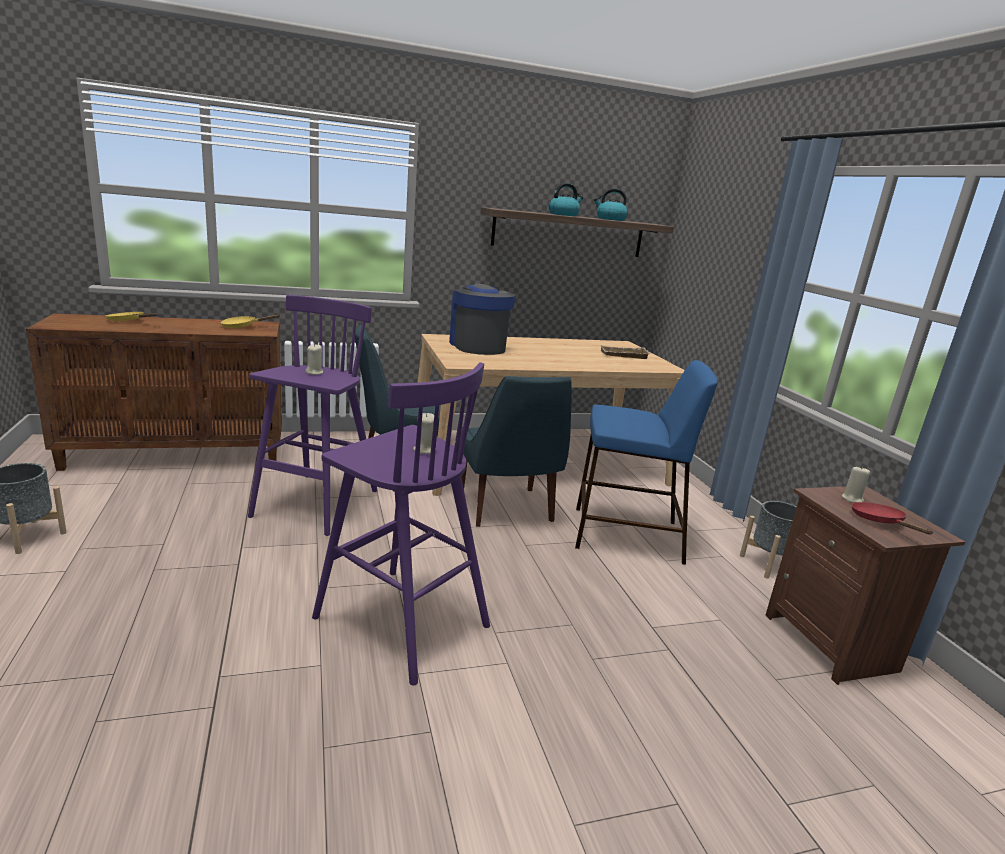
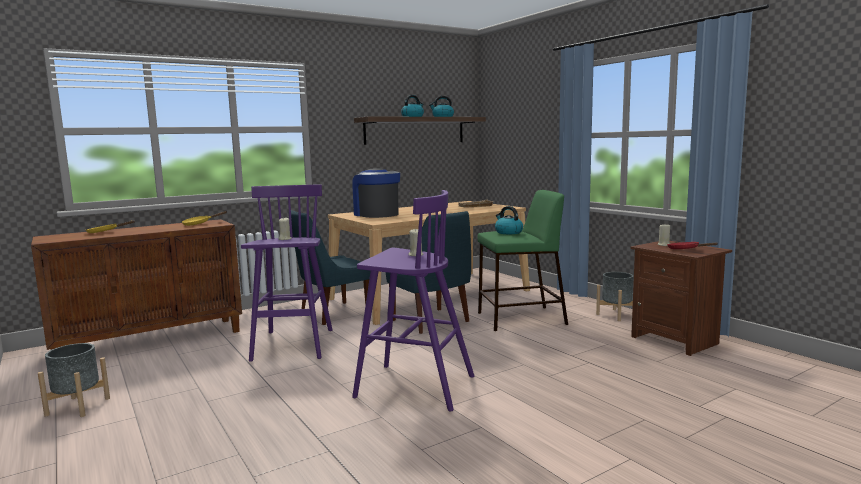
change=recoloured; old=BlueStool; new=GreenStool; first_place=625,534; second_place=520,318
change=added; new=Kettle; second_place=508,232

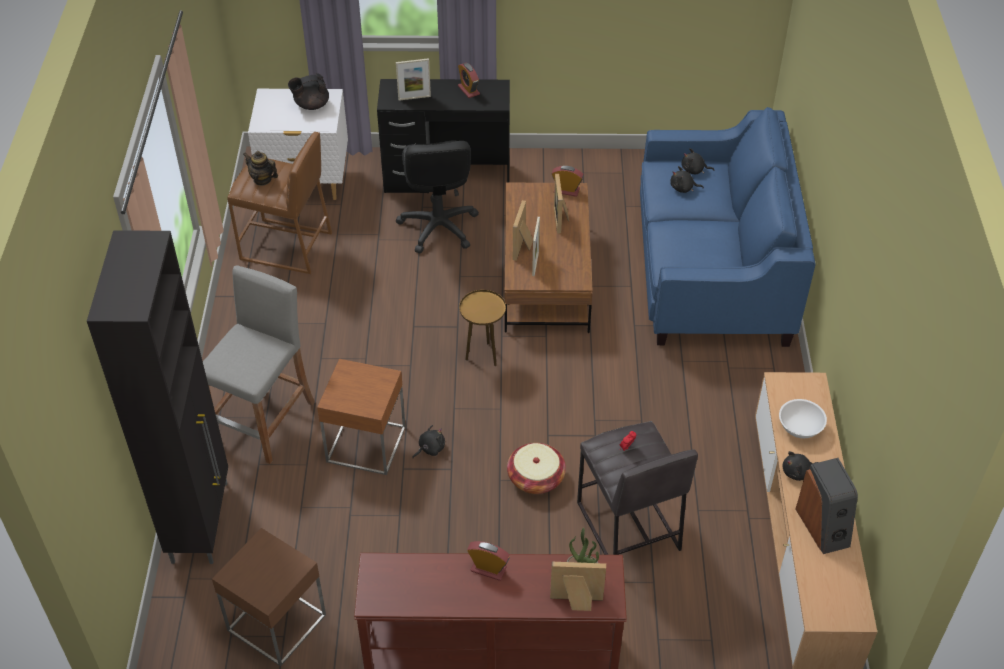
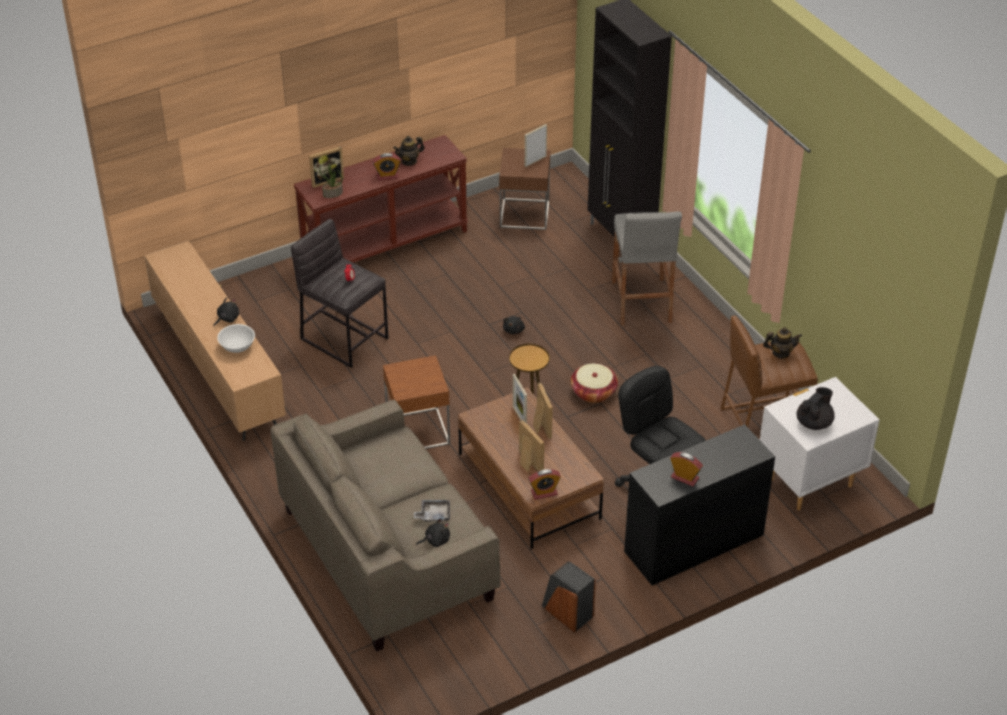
change=moved; old=PictureFrame; first_place=414,98; second_place=535,161
change=recoloured; old=BlueSofa; new=BeigeSofa; first_place=712,271; second_place=387,553
change=replaced; old=BlackPlushToy; new=GreyTray; first_place=683,188; second_place=434,515
change=moved; old=BrownSideTable; first_place=366,444; second_place=418,431
change=moved; old=Basket; first_place=536,478; second_place=593,392
change=moved; old=Speaker; first_place=823,526; second_place=567,612
change=added; new=Teapot; second_place=409,161

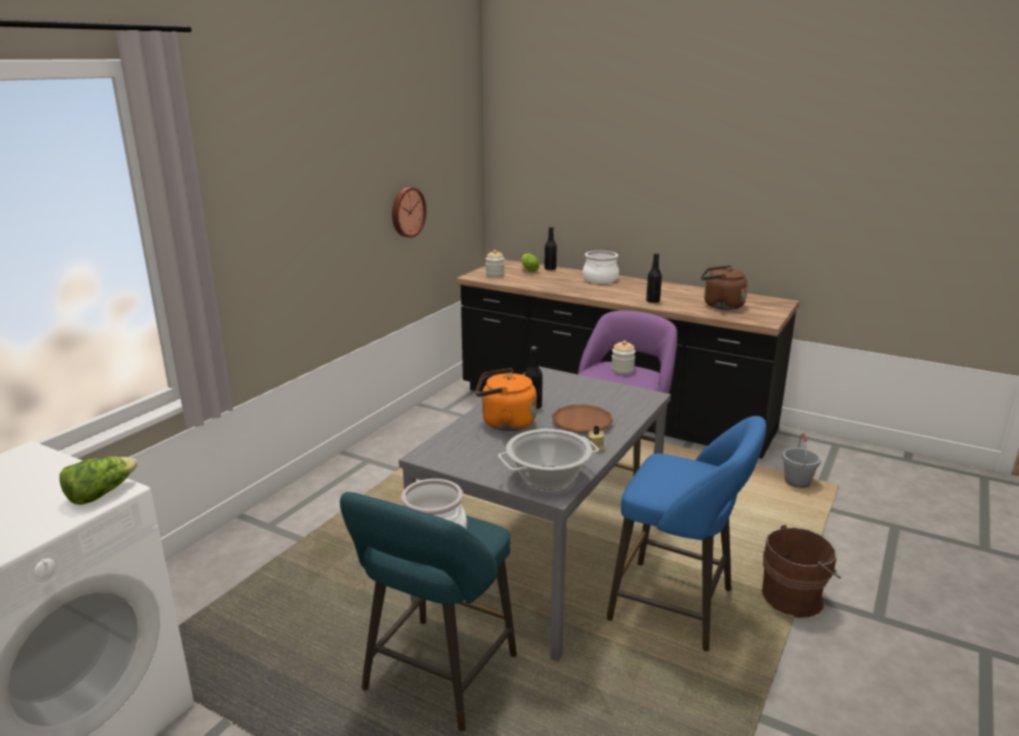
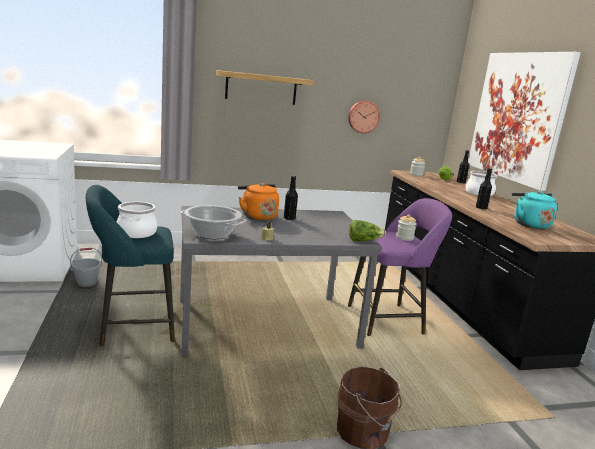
change=recoloured; old=BrownKettle; new=TurquoiseKettle; first_place=720,305; second_place=529,224
change=removed; old=BrownPlate; first_place=582,423
change=removed; old=BlueStool; first_place=678,607
change=moved; old=GreyBucket; first_place=797,482; second_place=87,284
change=moved; old=Lettuce; first_place=100,494; second_place=363,241
change=added; new=Picture; second_place=518,116
change=added; new=Shelf; second_place=261,88

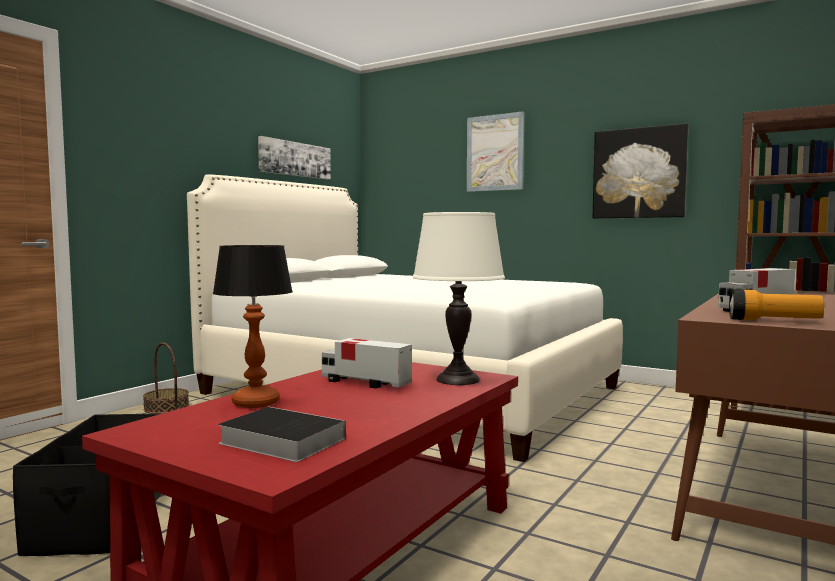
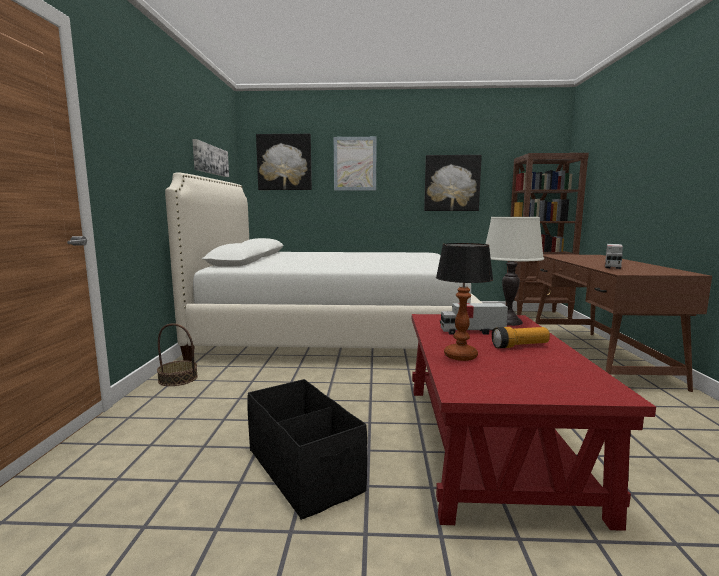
change=moved; old=Flashlight; first_place=773,321; second_place=520,346
change=removed; old=Book; first_place=278,440
change=added; new=Picture; second_place=284,162

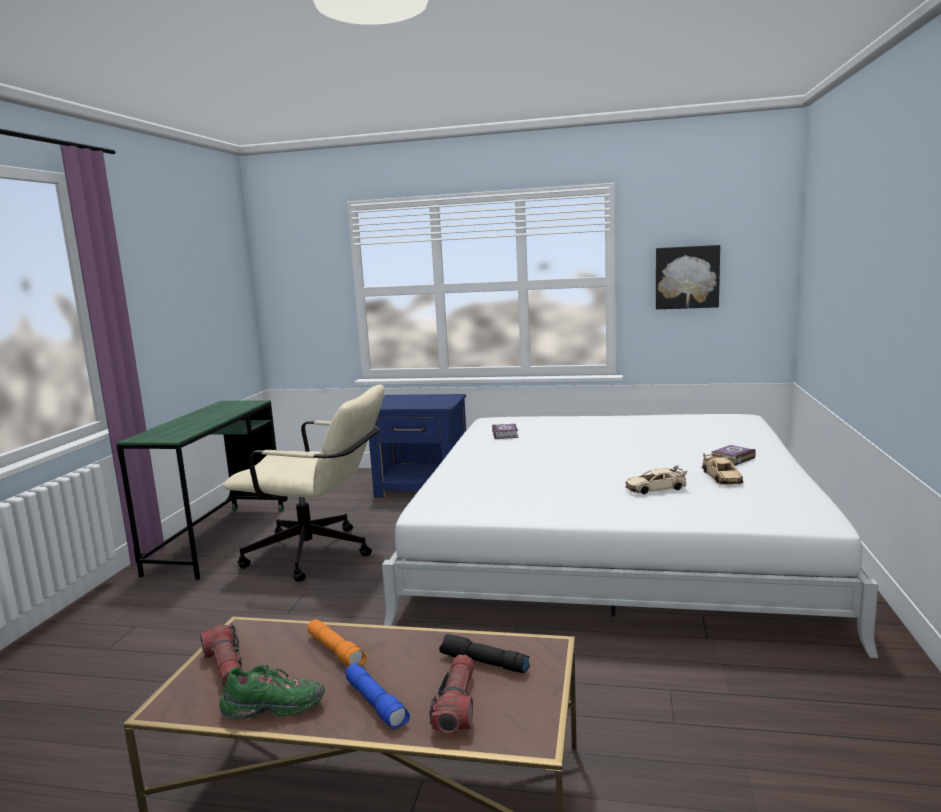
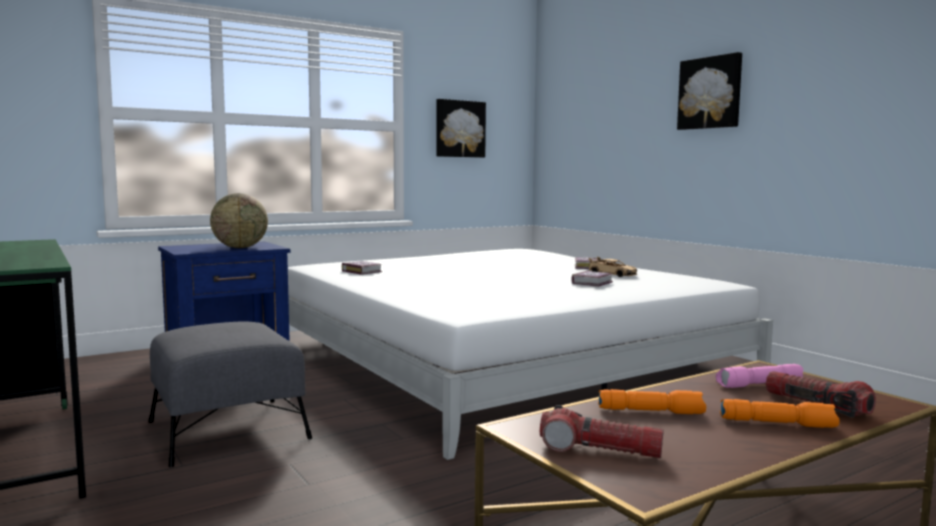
change=replaced; old=BeigeOfficeChair; new=GreyOttoman; first_place=319,555; second_place=227,430
change=replaced; old=BeigeToyCar; new=Book; first_place=656,488; second_place=593,282
change=recoloured; old=BlackFlashlight; new=PinkFlashlight; first_place=483,663; second_place=760,385
change=removed; old=GreenShoe; first_place=273,708
change=recoloured; old=BlueFlashlight; new=OrangeFlashlight; first_place=377,704; second_place=777,423
change=added; new=Picture; second_place=710,93
change=added; new=Globe; second_place=240,247

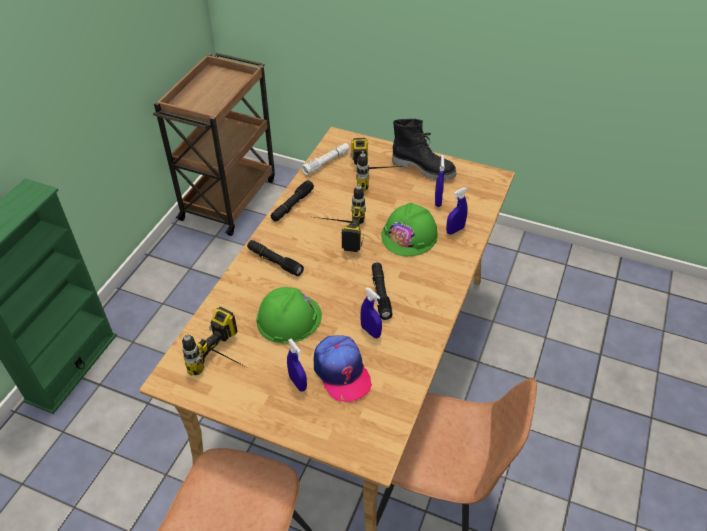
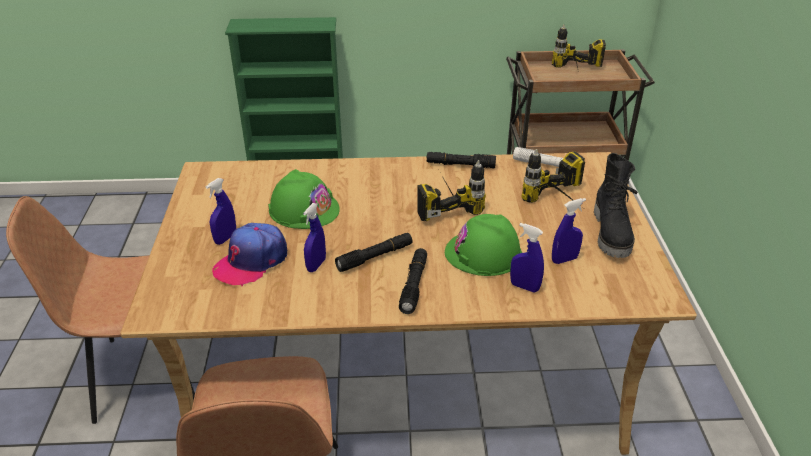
change=moved; old=BlackFlashlight; first_place=275,261; second_place=414,285
change=moved; old=PowerDrill; first_place=229,362; second_place=577,74

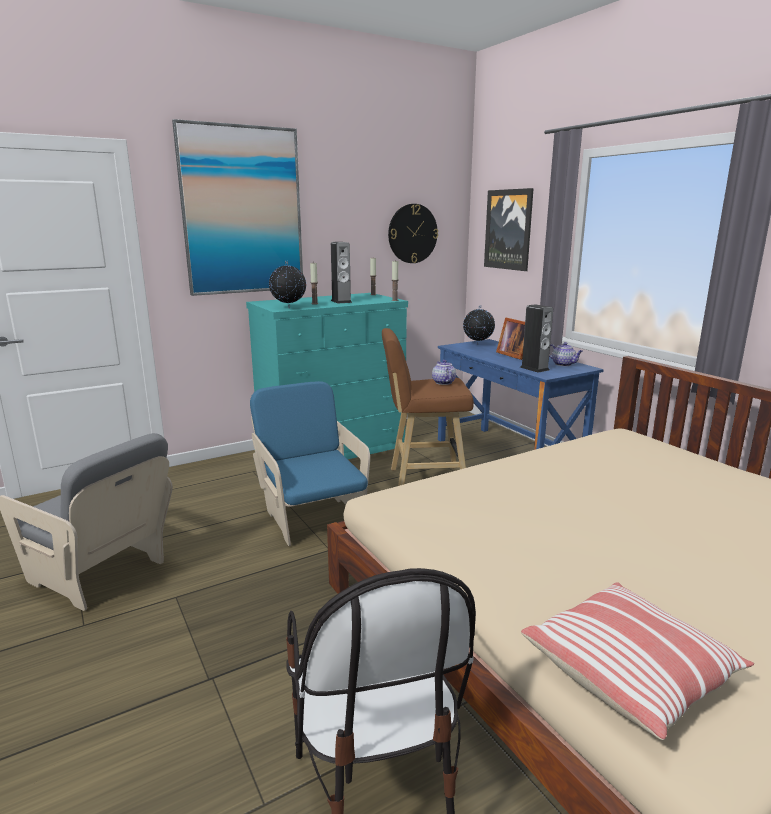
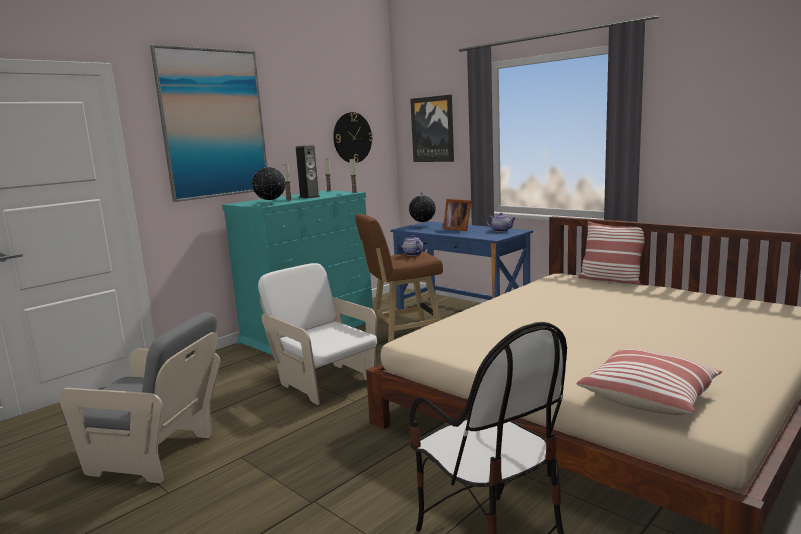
change=removed; old=Speaker; first_place=534,368
change=recoloured; old=BlueArmchair; new=WhiteArmchair; first_place=311,517; second_place=324,382
change=added; new=Pillow; second_place=610,280

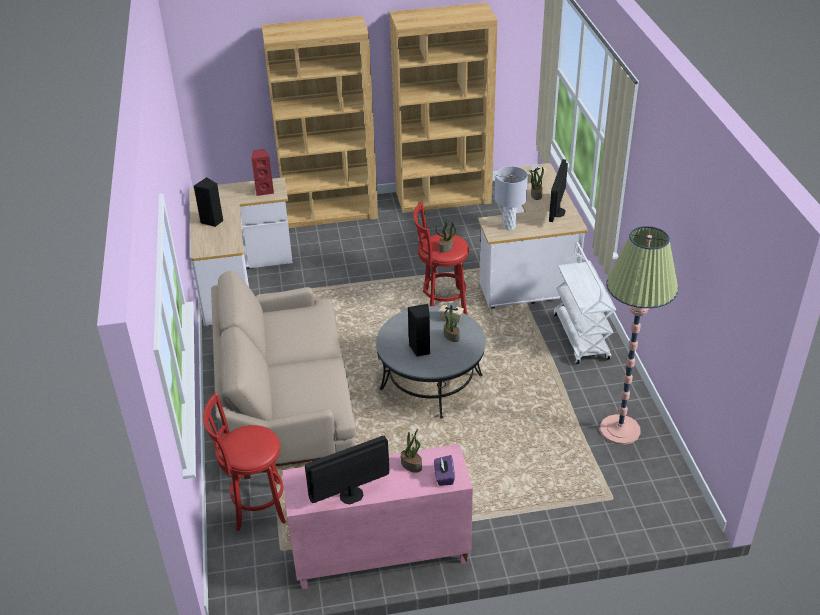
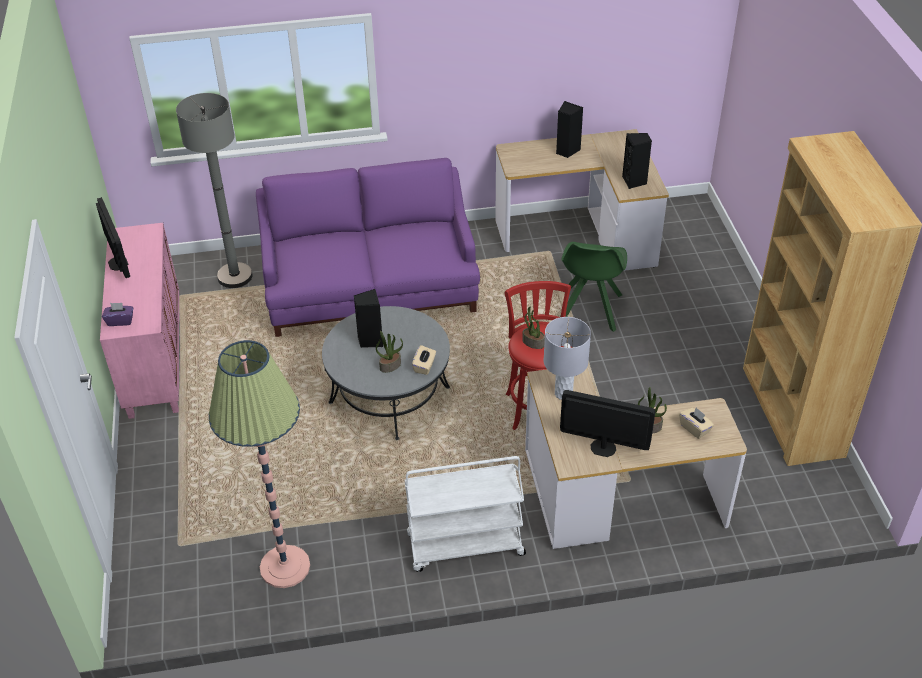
change=removed; old=BrownBookcase; first_place=331,212
change=recoloured; old=RedSpeaker; new=BlackSpeaker; first_place=264,190; second_place=634,181
change=recoloured; old=BeigeSofa; new=PurpleSofa; first_place=285,402; second_place=370,285
change=replaced; old=RedStool; new=GreyFloorLamp; first_place=255,506; second_place=235,276
change=removed; old=PottedPlant; first_place=412,465
change=added; new=GreenChair; second_place=589,310

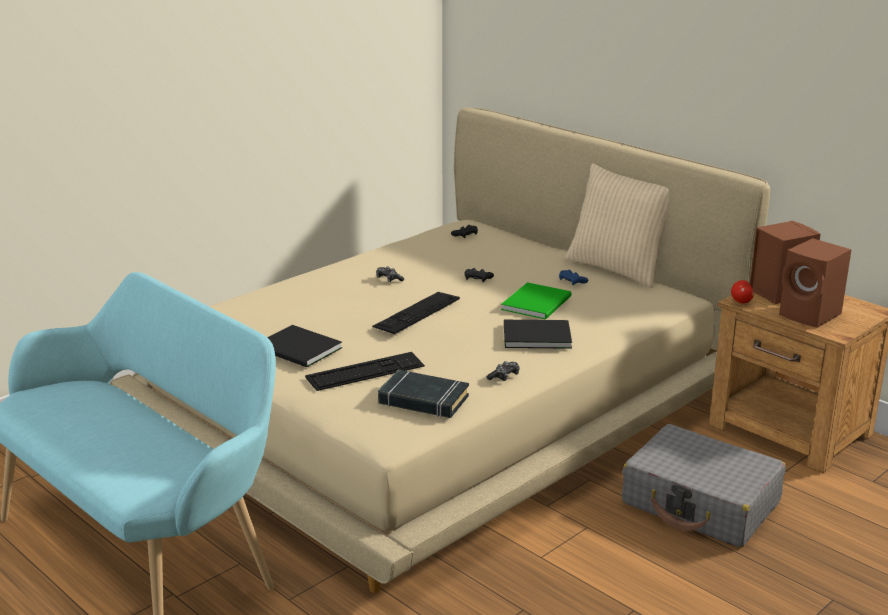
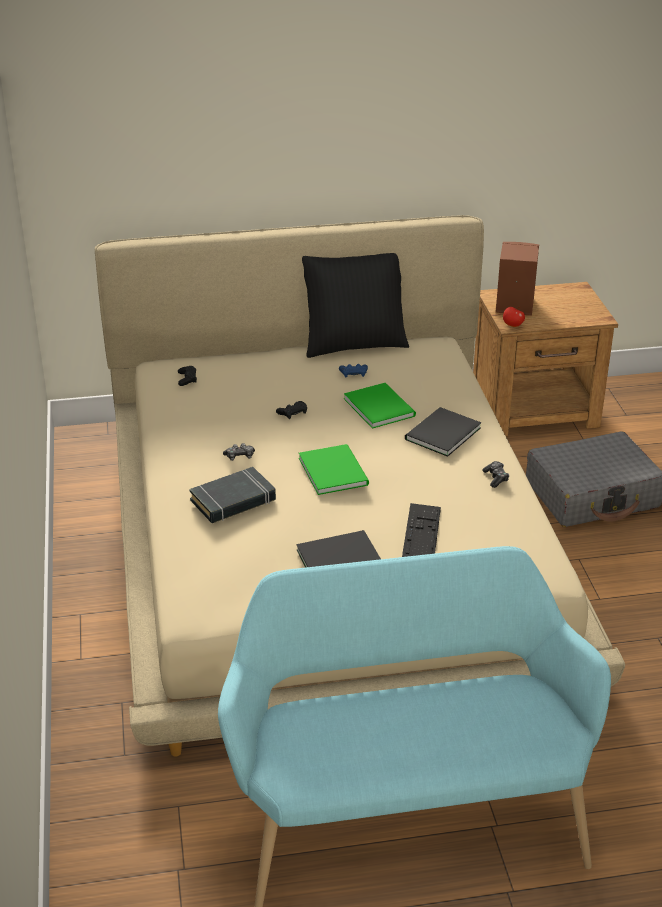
change=recoloured; old=BeigePillow; new=BlackPillow; first_place=617,268; second_place=354,344
change=removed; old=BrownSpeaker; first_place=811,315
change=replaced; old=Keyboard; new=GreenBook; first_place=417,312; second_place=334,470
change=moved; old=BlackBook; first_place=423,400; second_place=233,500

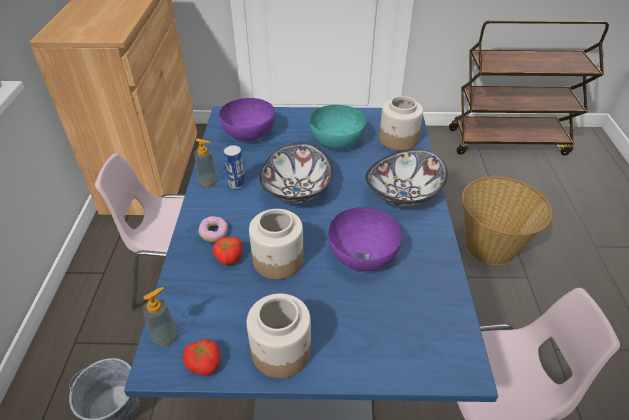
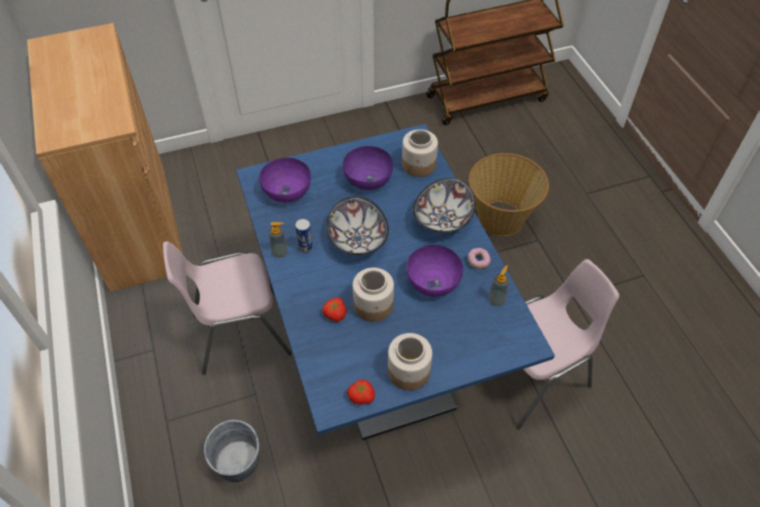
change=recoloured; old=TurquoiseBowl; new=PurpleBowl; first_place=337,140; second_place=368,179
change=moved; old=Donut; first_place=214,234; second_place=478,261
change=moved; old=SoapDispenser; first_place=165,336; second_place=496,299

